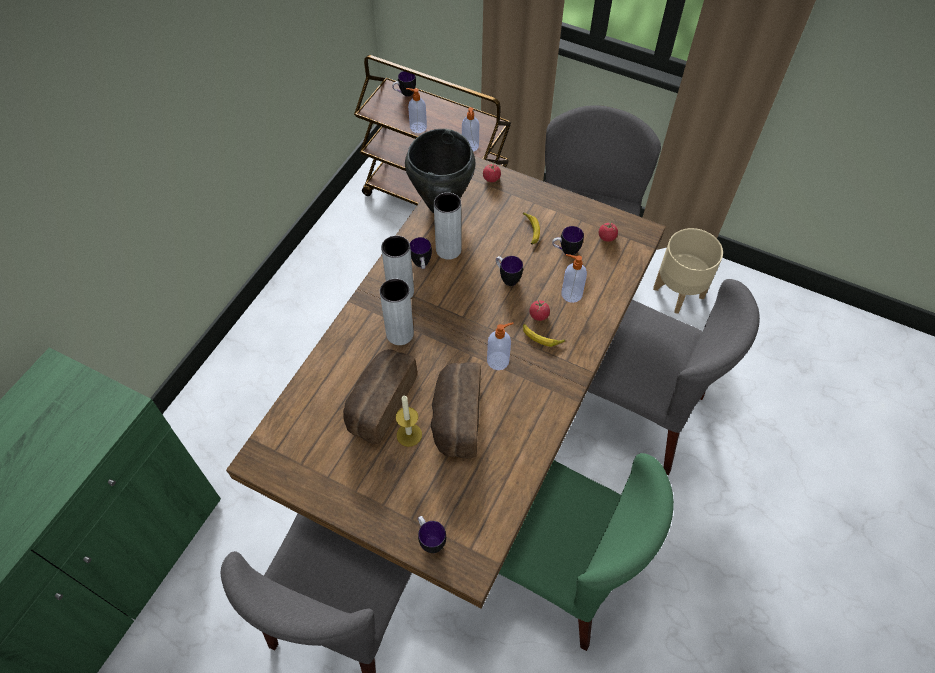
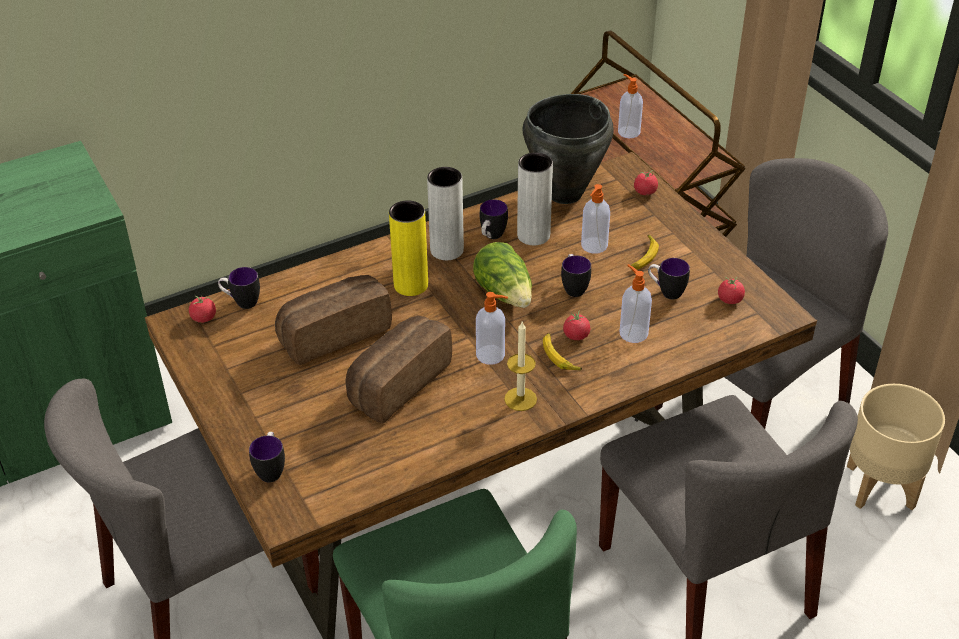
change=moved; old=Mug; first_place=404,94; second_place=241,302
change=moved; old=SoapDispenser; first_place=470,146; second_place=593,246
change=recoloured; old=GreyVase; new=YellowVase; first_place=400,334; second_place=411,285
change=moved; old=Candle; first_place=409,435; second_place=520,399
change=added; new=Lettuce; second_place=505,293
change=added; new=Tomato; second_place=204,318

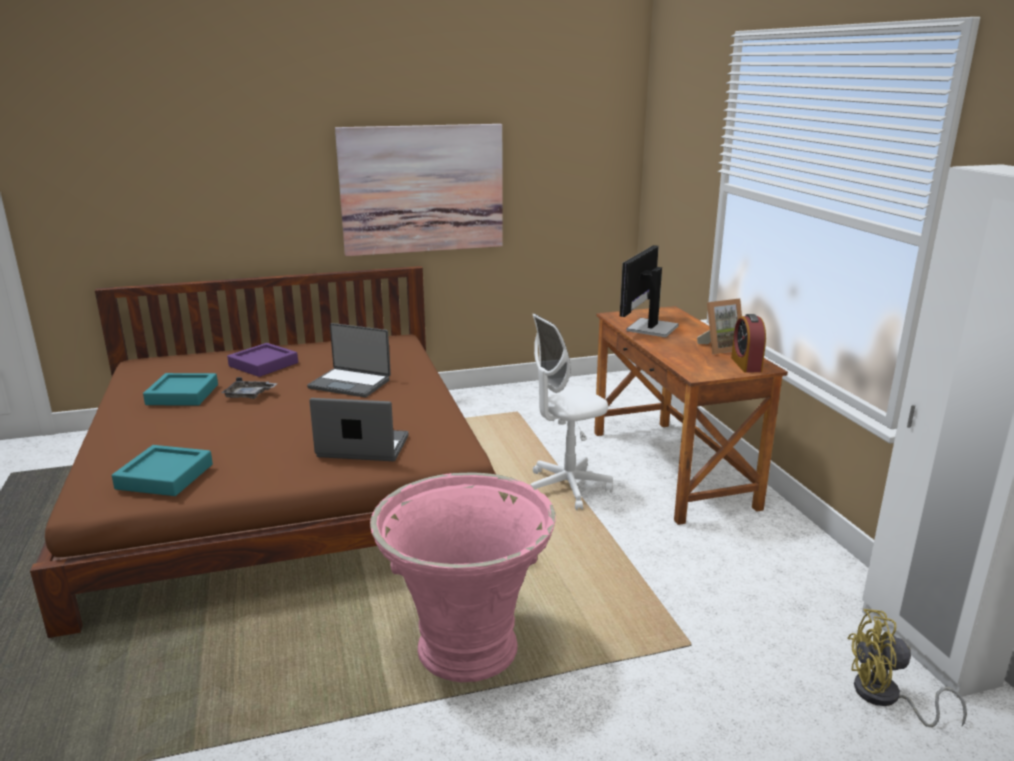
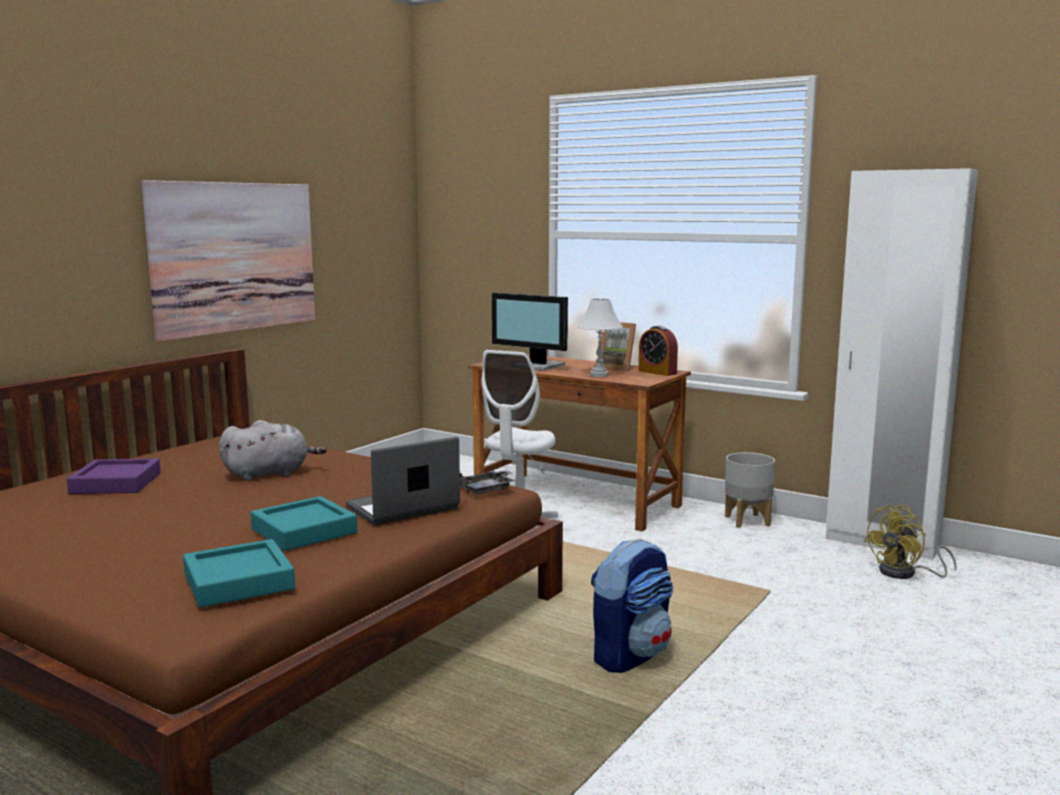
change=turned; old=Monitor; first_place=650,328; second_place=537,366; degrees=-45
change=turned; old=PictureFrame; first_place=720,348; second_place=617,368; degrees=90
change=replaced; old=Laptop; new=GreyPlushToy; first_place=350,383; second_place=270,474
change=moved; old=TurquoiseTray; first_place=182,395; second_place=304,531
change=moved; old=GreyTray; first_place=249,395; second_place=487,490
change=replaced; old=PinkPlanter; new=Backpack; first_place=466,646; second_place=630,655
change=added; new=WhiteTableLamp; second_place=599,375
change=added; new=GreyPlanter; second_place=747,520

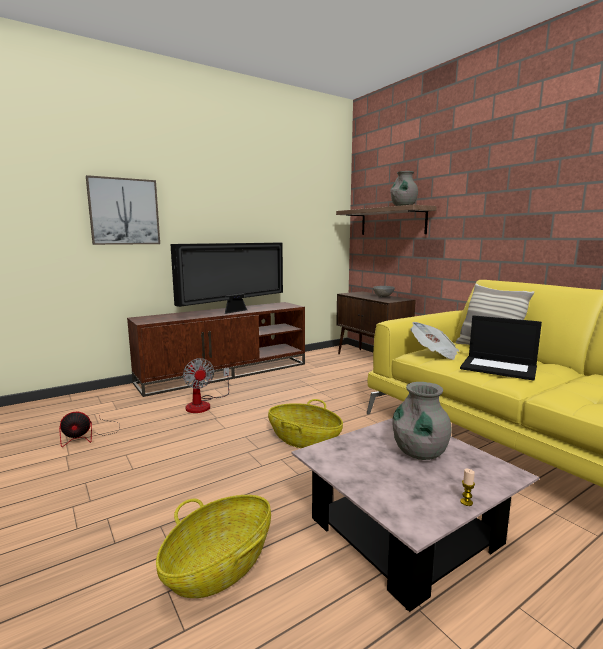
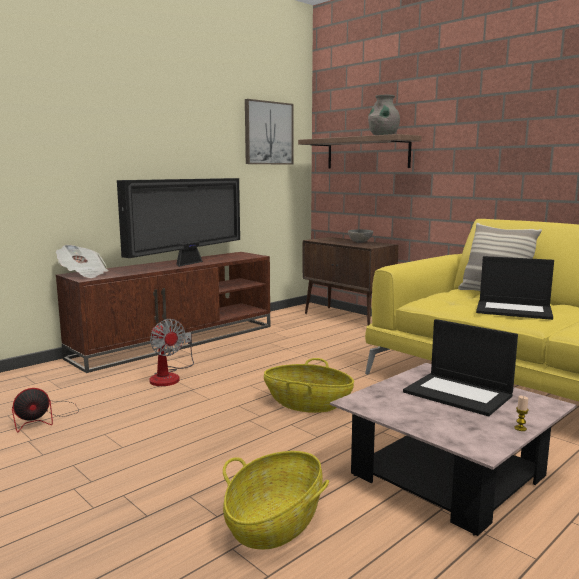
change=moved; old=Picture; first_place=124,211; second_place=268,133
change=moved; old=Newspaper; first_place=434,353; second_place=83,274
change=replaced; old=GreyVase; new=Laptop; first_place=419,453; second_place=459,394

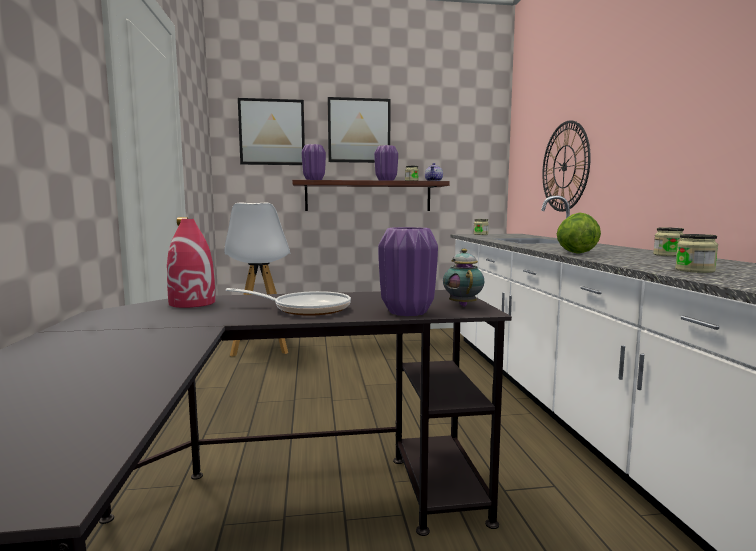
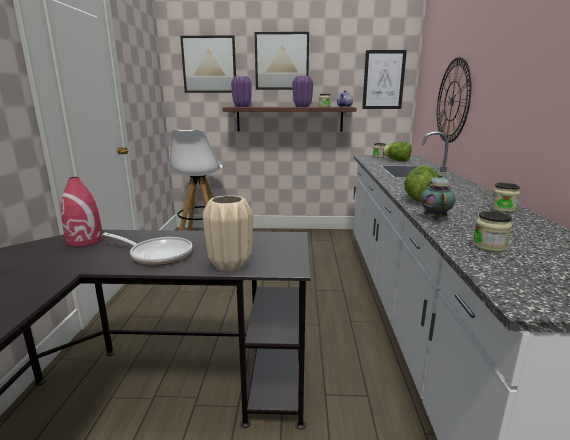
change=recoloured; old=PurpleVase; new=BeigeVase; first_place=407,312; second_place=229,265
change=moved; old=Teapot; first_place=462,305; second_place=434,218
change=added; new=Picture; second_place=383,80
change=added; new=Lettuce; second_place=396,160

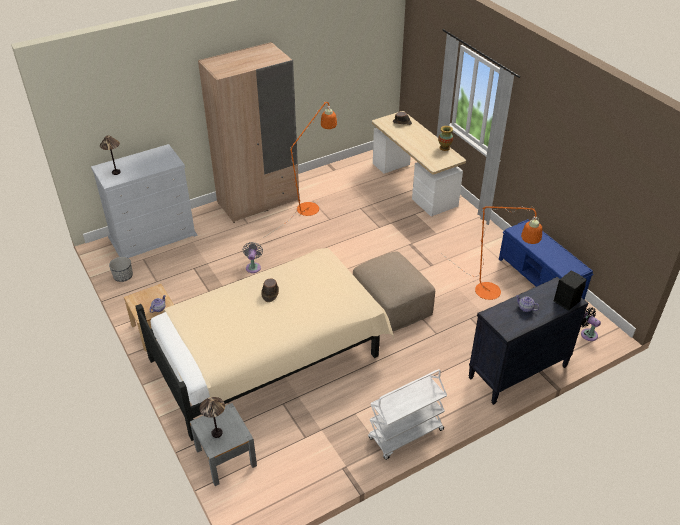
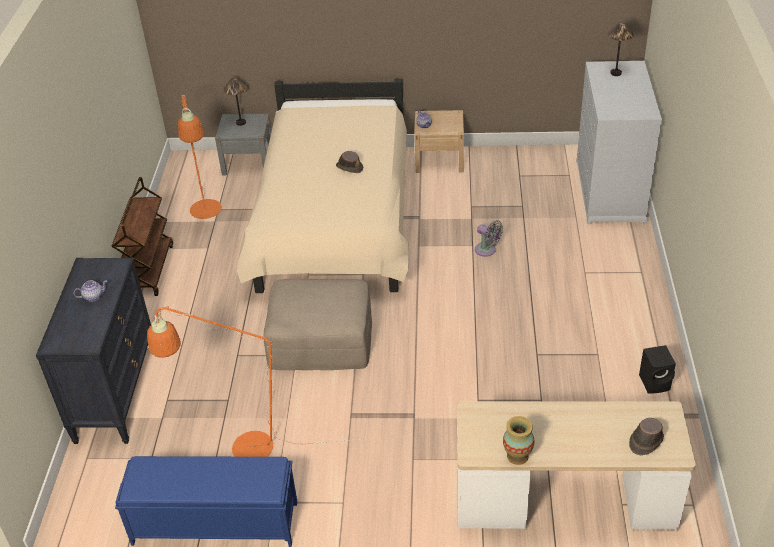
change=removed; old=BeigeWardrobe; first_place=258,201
change=moved; old=OrangeFloorLamp; first_place=312,206; second_place=207,214
change=removed; old=Planter; first_place=123,276
change=moved; old=BlackSpeaker; first_place=566,300; second_place=655,382
change=removed; old=BlackFan; first_place=587,333
change=recoloured; old=WhiteCart; new=BrownCart; first_place=405,435; second_place=149,269

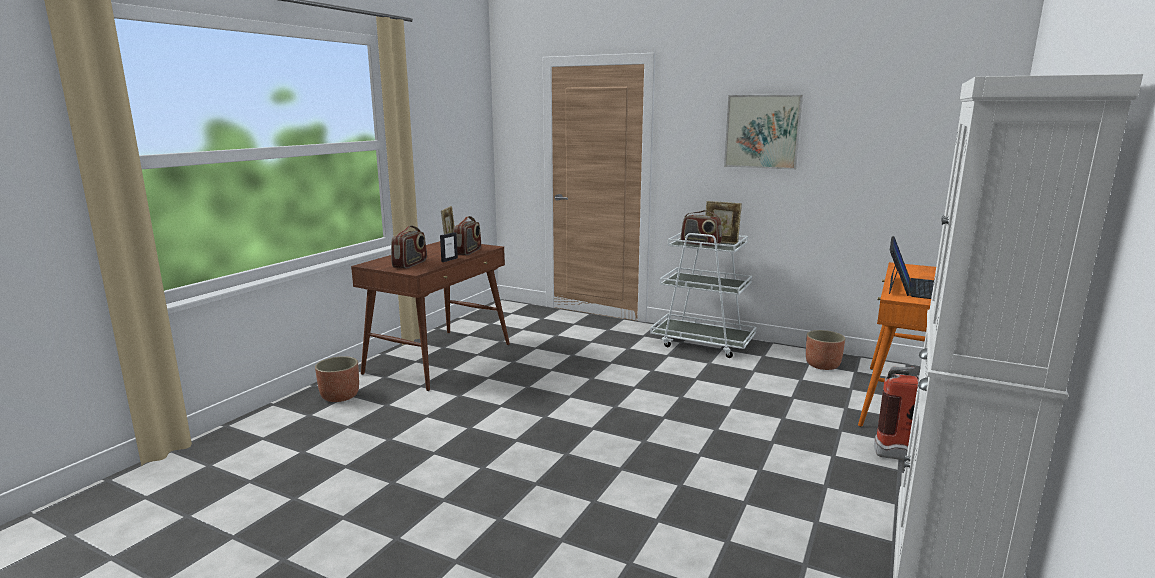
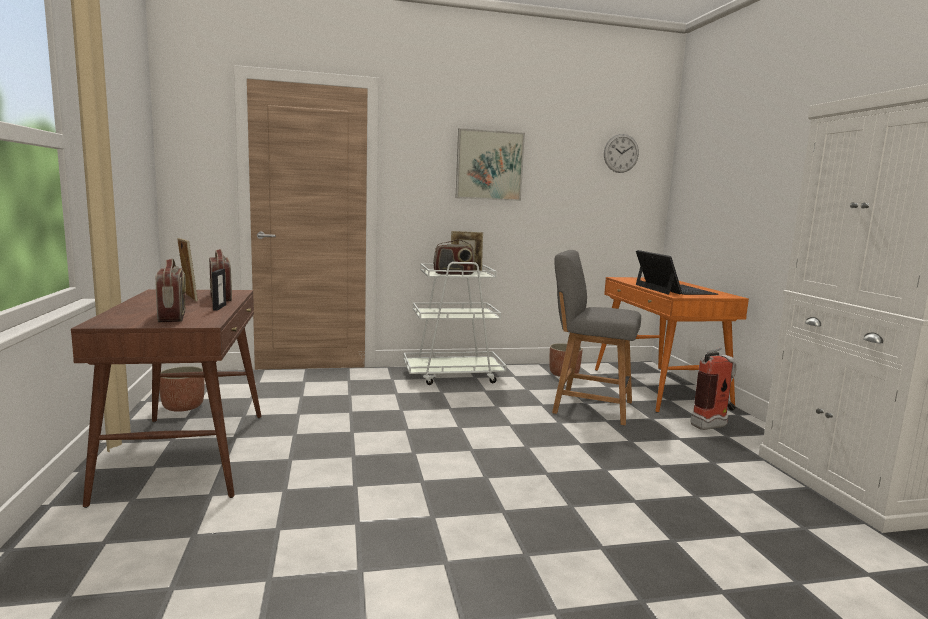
change=moved; old=Planter; first_place=340,396; second_place=183,406
change=added; new=WallClock; second_place=621,153
change=added; new=GreyChair; second_place=588,406

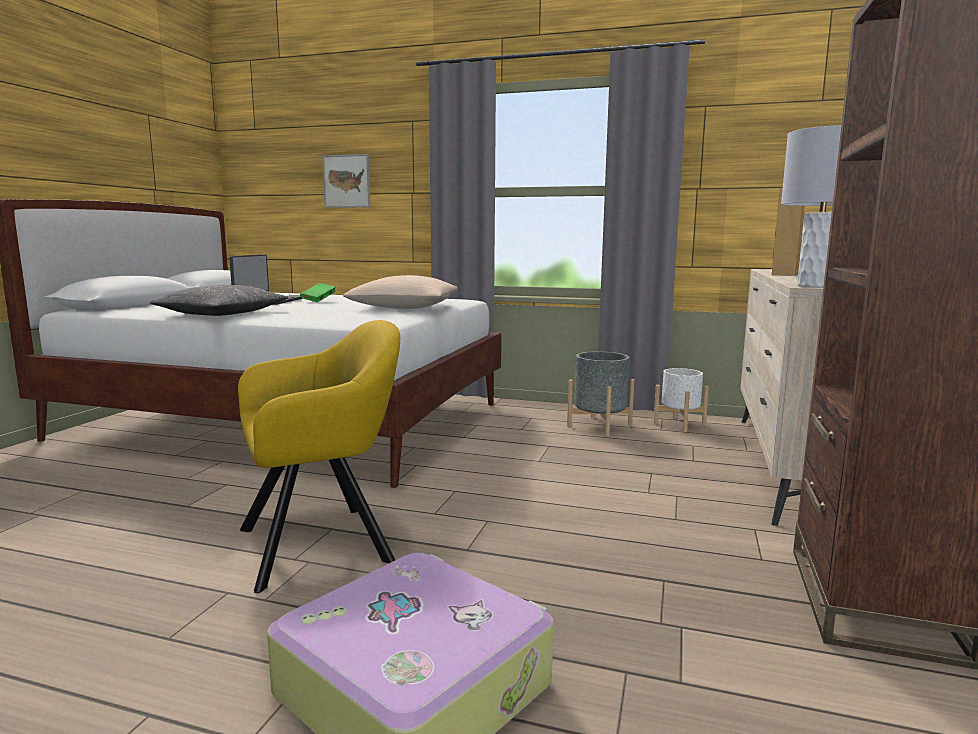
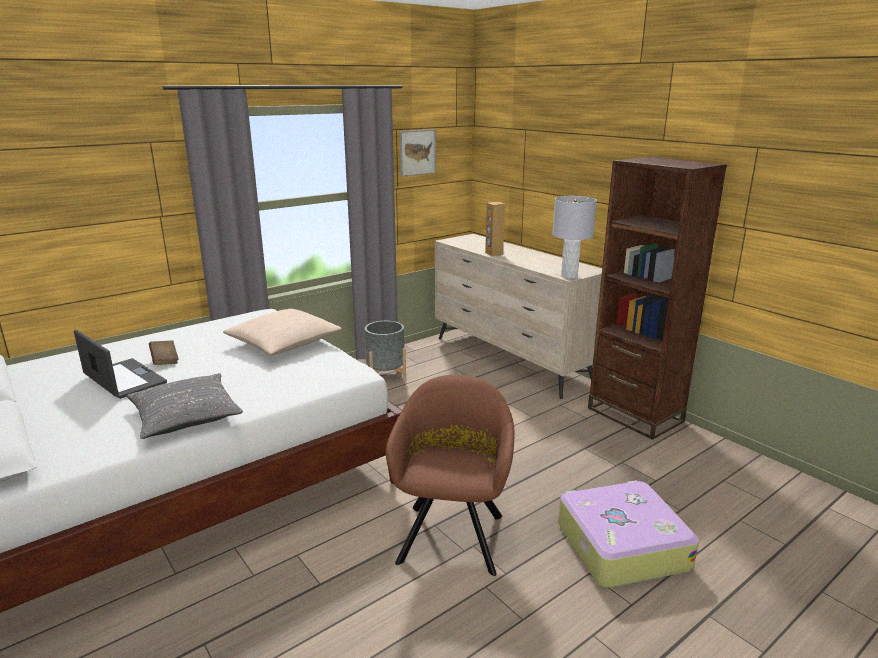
change=moved; old=Picture; first_place=346,181; second_place=417,152
change=recoloured; old=GreenBook; new=BrownBook; first_place=318,300; second_place=165,360
change=recoloured; old=YellowArmchair; new=BrownArmchair; first_place=325,542; second_place=453,533
change=removed; old=WhitePlanter; first_place=679,424

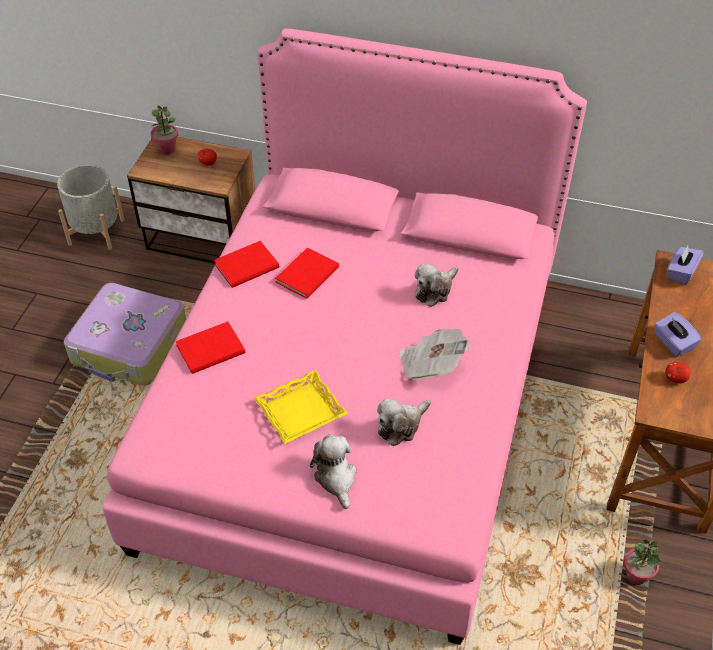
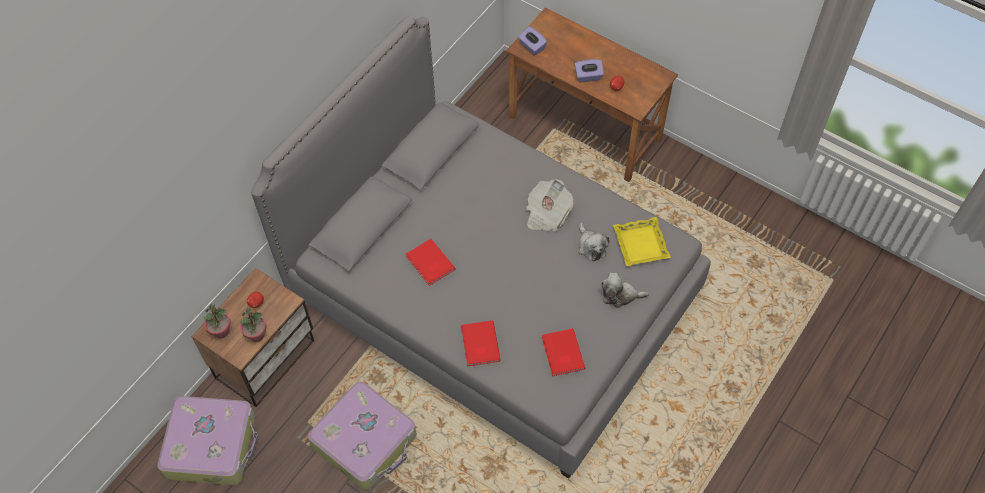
change=recoloured; old=PinkBed; new=GreyBed; first_place=355,406; second_place=492,296
change=replaced; old=GreyPlanter; new=Suitcase; first_place=96,232; second_place=212,445
change=moved; old=RedBook; first_place=245,265; second_place=562,354
change=removed; old=PlushToy; first_place=435,290
change=moved; old=YellowTray; first_place=301,411; second_place=641,244
change=moved; old=PottedPlant; first_place=636,575; second_place=256,335

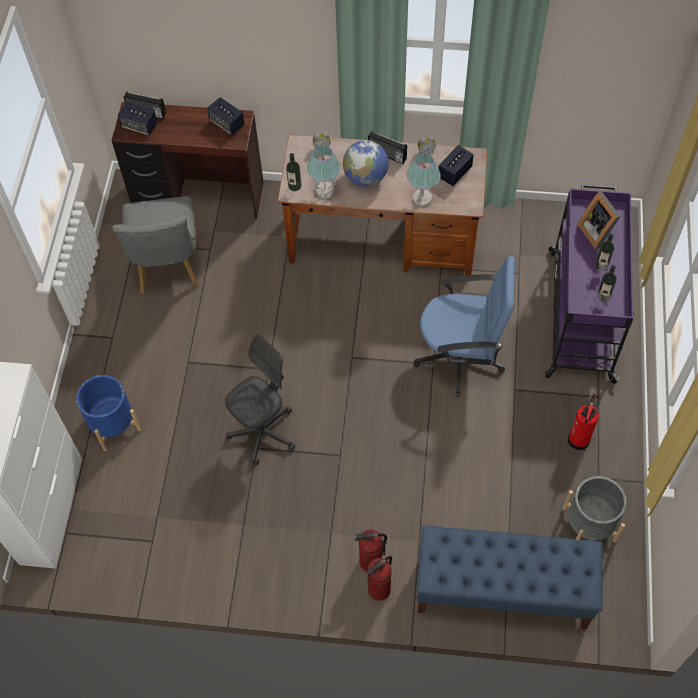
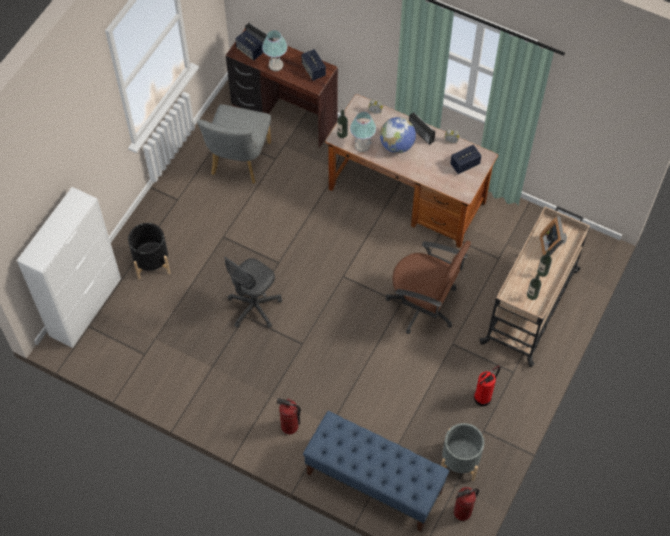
change=moved; old=TableLamp; first_place=422,198; second_place=275,65
change=recoloured; old=PurpleCart; new=BeigeCart; first_place=580,313; second_place=531,305
change=recoloured; old=BlueOfficeChair; new=BrownOfficeChair; first_place=461,357; second_place=424,305
change=turned; old=GreyOfficeChair; first_place=263,433; second_place=254,307; degrees=150
change=recoloured; old=BluePlanter; new=BlackPlanter; first_place=113,424; second_place=152,262
change=moved; old=FireExtinguisher; first_place=379,590; second_place=462,512

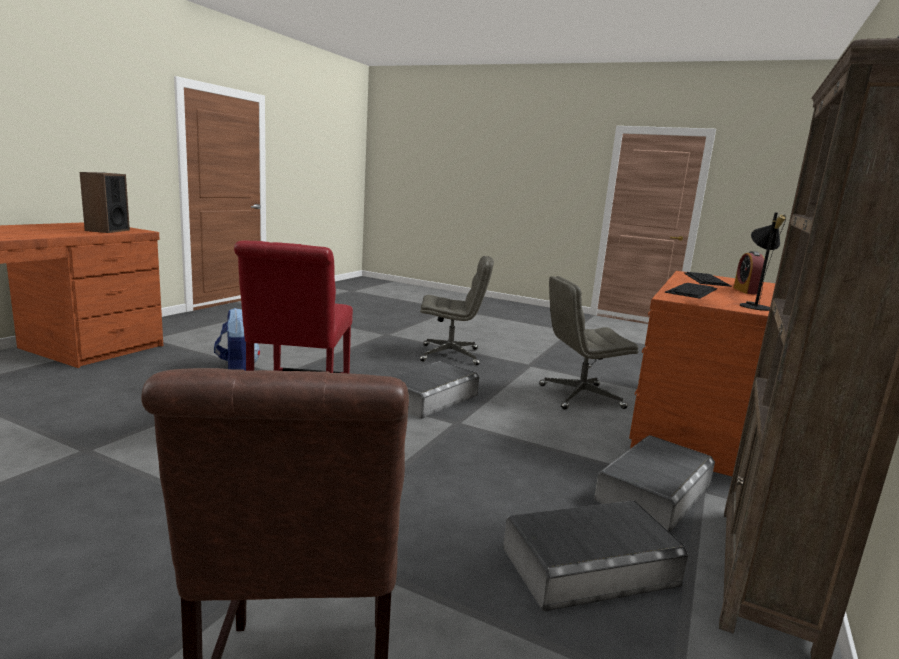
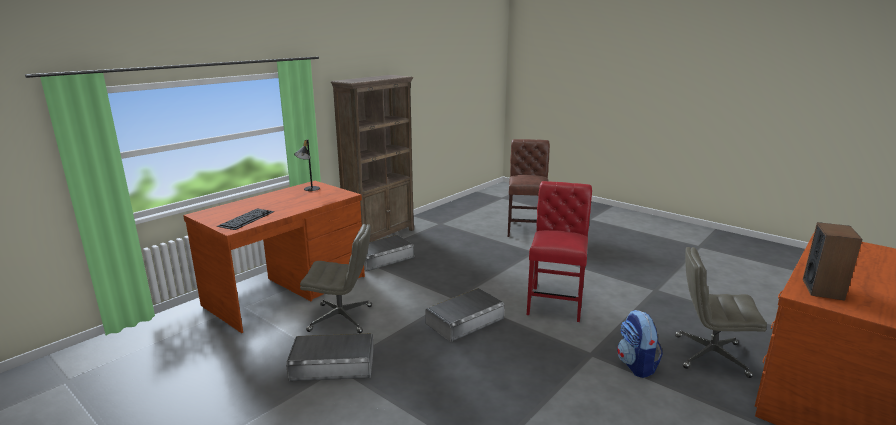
change=removed; old=AlarmClock; first_place=746,291
change=moved; old=GreyOfficeChair; first_place=451,355; second_place=709,356
change=removed; old=Keyboard; first_place=692,290
change=moved; old=GreyStorageBox; first_place=590,566; second_place=333,364

